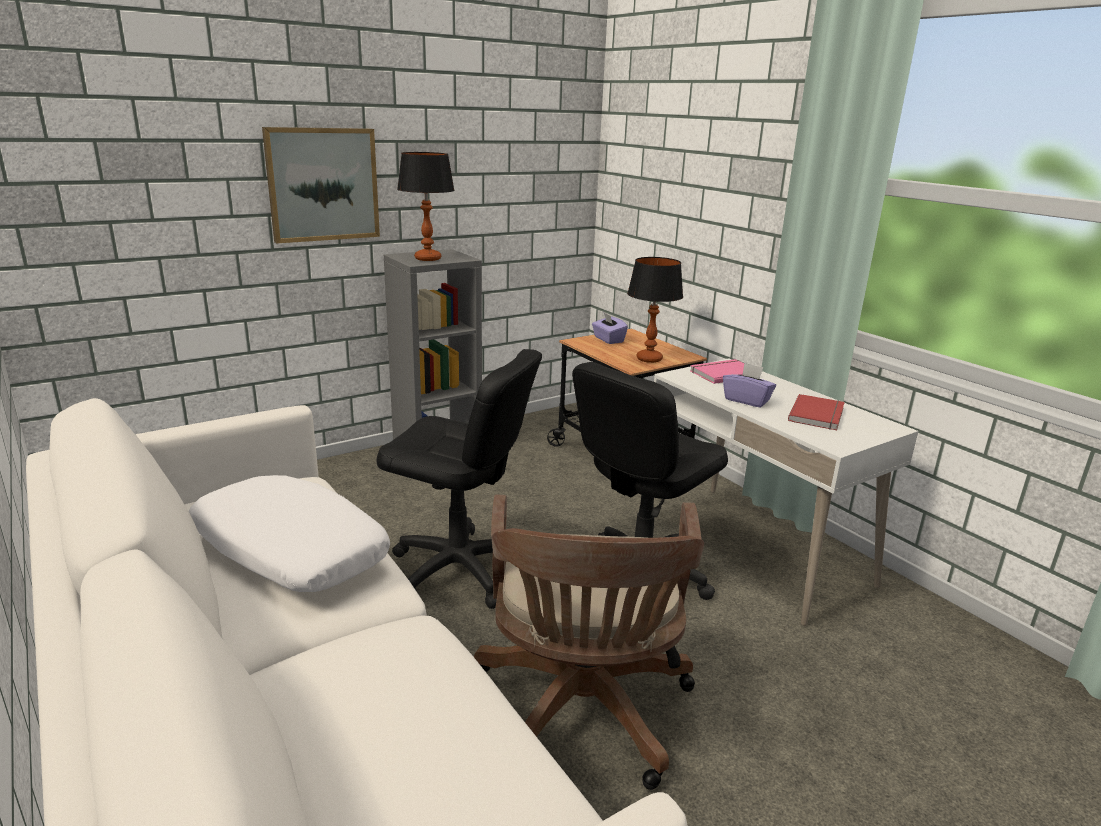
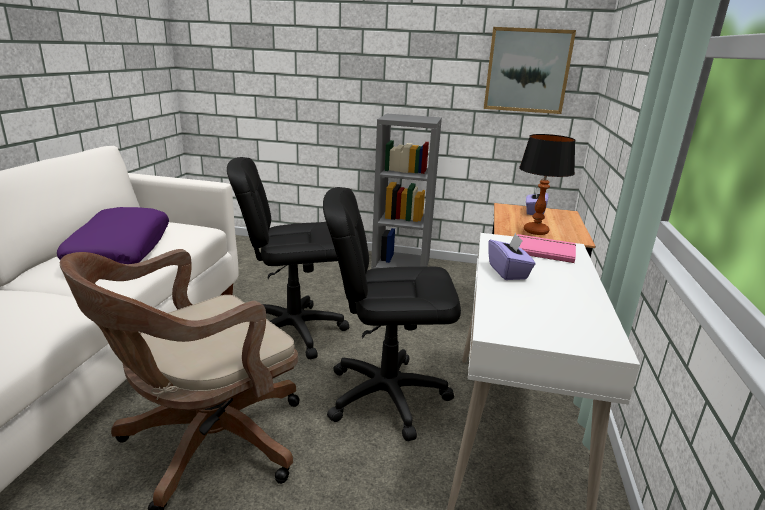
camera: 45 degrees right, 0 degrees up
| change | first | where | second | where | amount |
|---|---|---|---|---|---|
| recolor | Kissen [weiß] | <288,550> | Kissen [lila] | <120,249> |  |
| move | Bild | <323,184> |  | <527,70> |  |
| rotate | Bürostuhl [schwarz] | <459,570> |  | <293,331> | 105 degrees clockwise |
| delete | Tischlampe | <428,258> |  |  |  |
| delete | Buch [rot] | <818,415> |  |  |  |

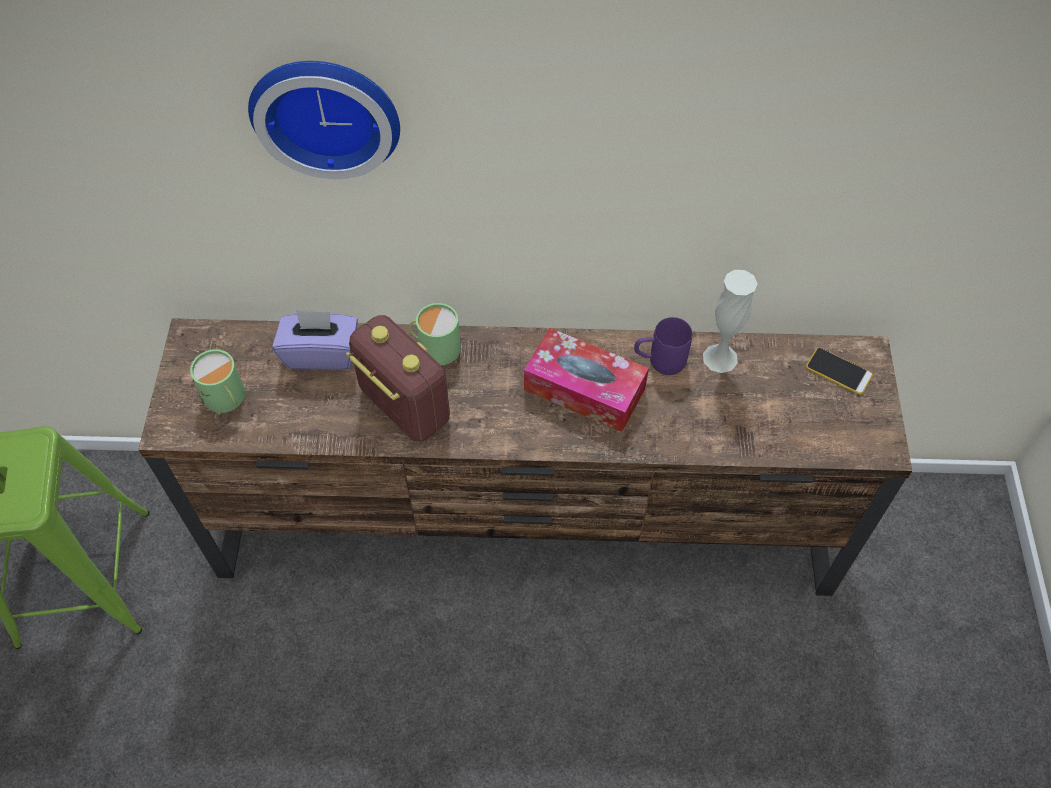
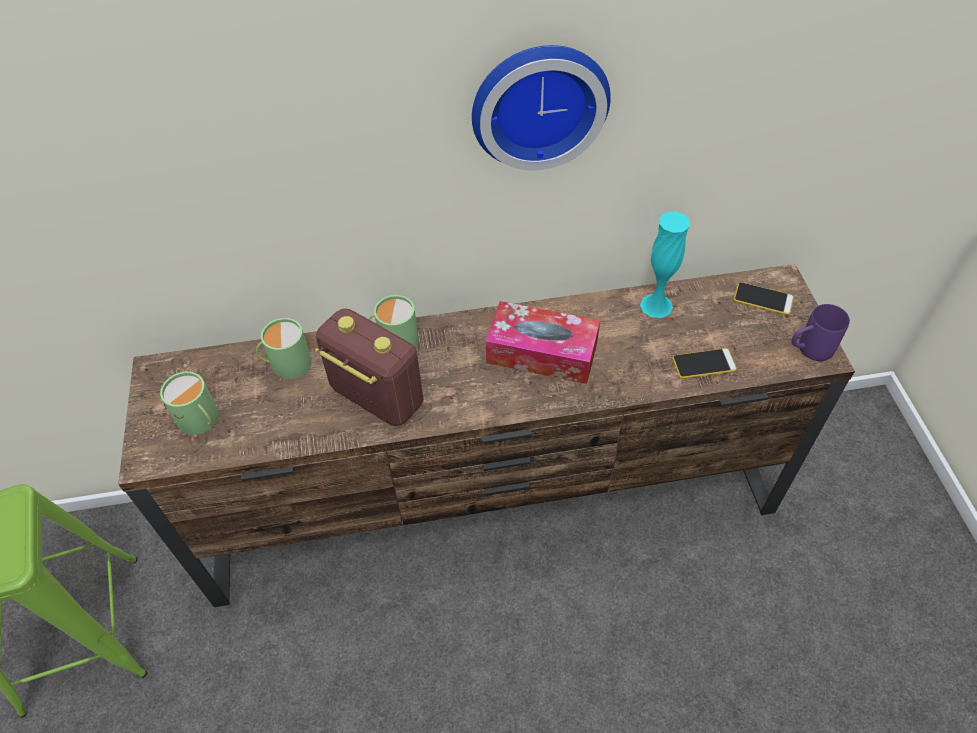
camera: 10 degrees left, 5 degrees down
| change | first | where | second | where | amount |
|---|---|---|---|---|---|
| move | Wanduhr | <326,111> |  | <538,102> |  |
| replace | Taschentuchbox [lila] | <321,353> | Henkelbecher [grün] | <286,363> |  |
| move | Henkelbecher [lila] | <659,361> |  | <808,350> |  |
| recolor | Vase [weiß] | <720,358> | Vase [türkis] | <656,305> |  |
| insert |  |  | Handy | <703,364> |  |

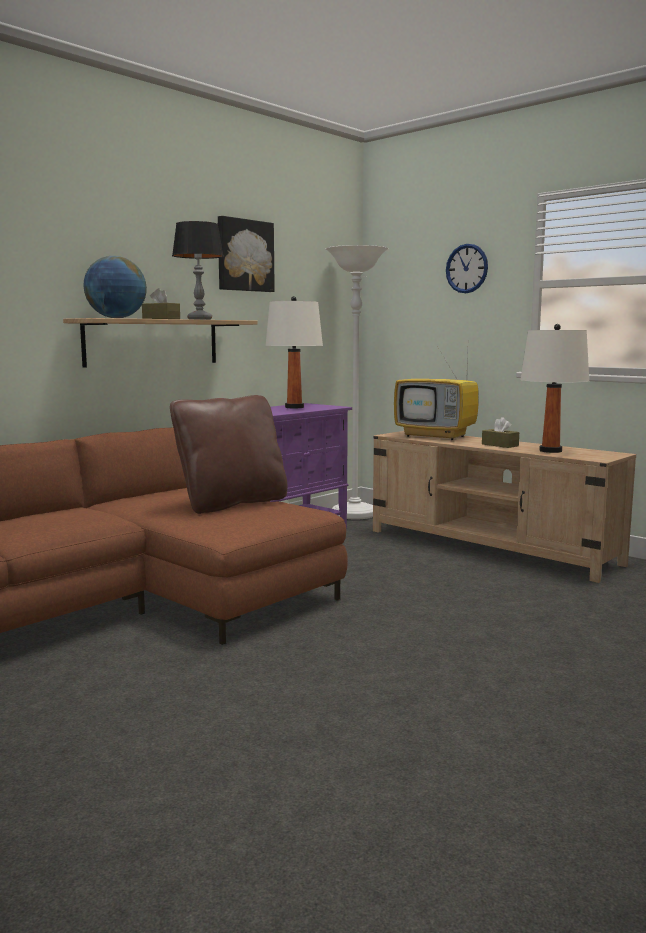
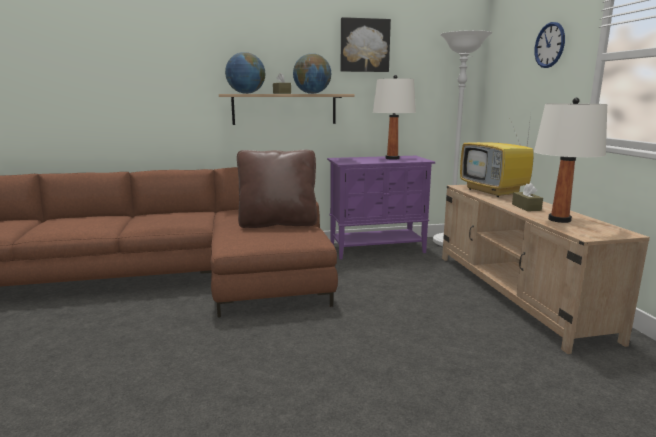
camera: 35 degrees right, 5 degrees up
| change | first | where | second | where | amount |
|---|---|---|---|---|---|
| replace | Tischlampe | <199,319> | Globus | <312,93> |  |

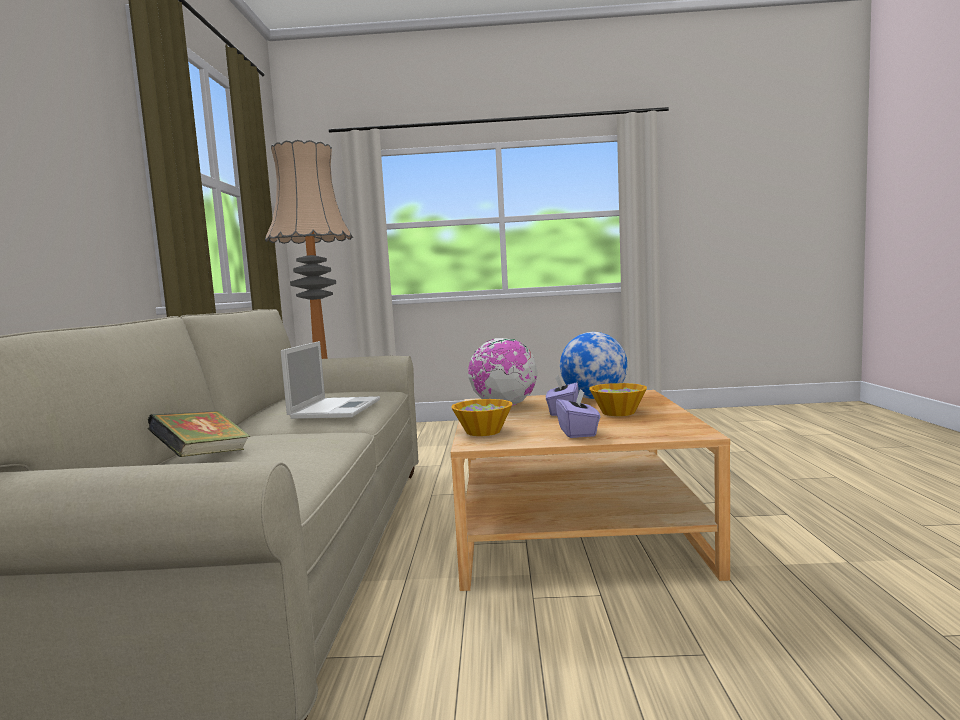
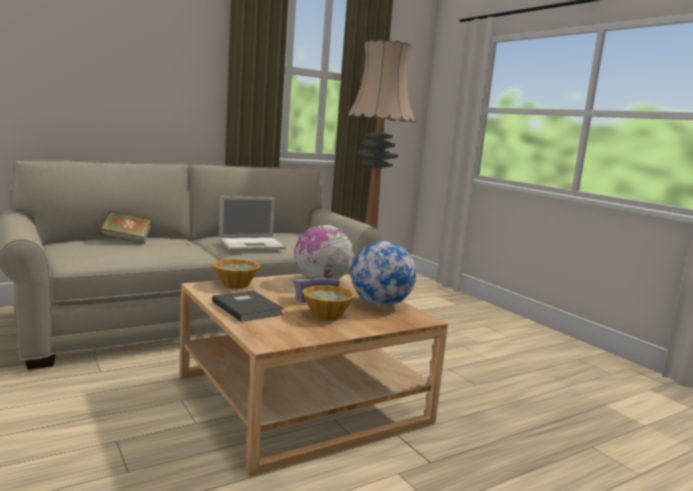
camera: 55 degrees right, 5 degrees up
| change | first | where | second | where | amount |
|---|---|---|---|---|---|
| replace | Taschentuchbox [lila] | <578,432> | Buch [grau] | <248,307> |  |

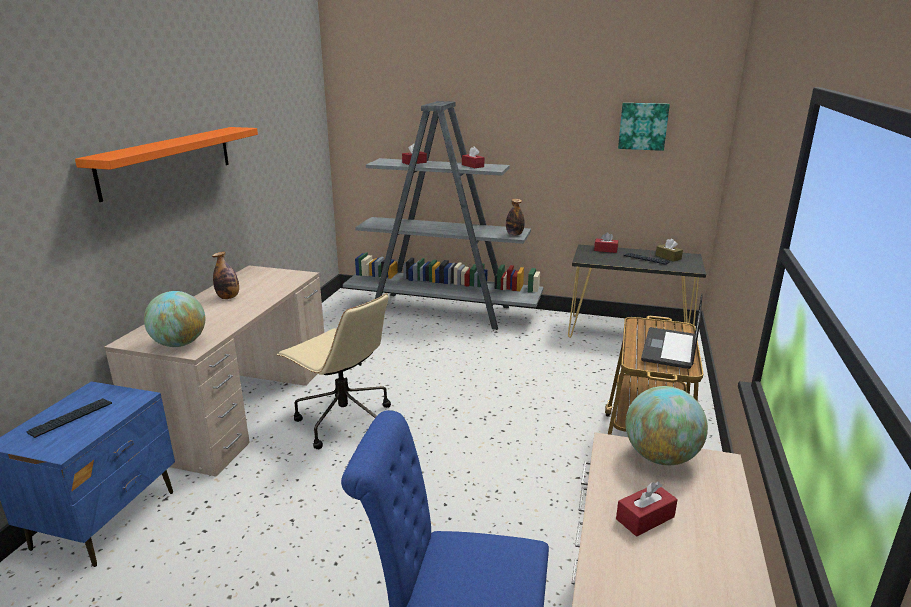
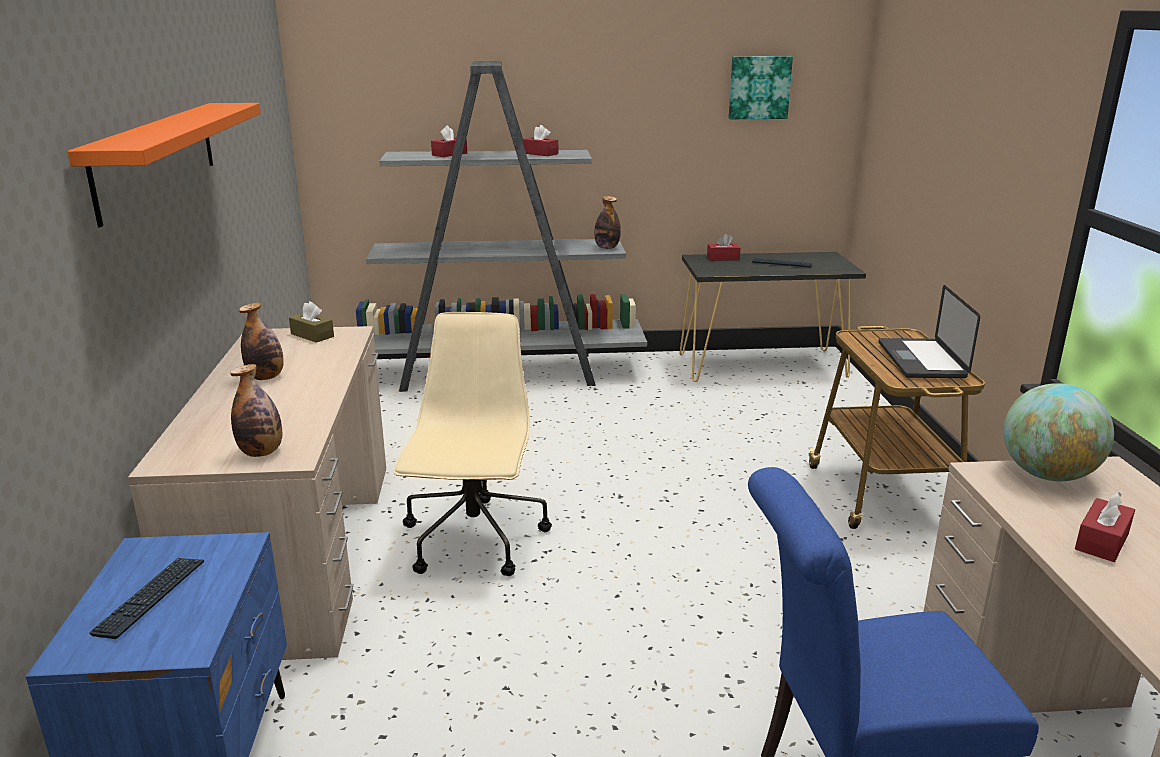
camera: 20 degrees left, 0 degrees up
| change | first | where | second | where | amount |
|---|---|---|---|---|---|
| replace | Globus | <179,344> | Flasche | <261,452> |  |
| rotate | Bürostuhl [beige] | <343,421> |  | <474,541> | 105 degrees counterclockwise |
| move | Taschentuchbox [braun] | <668,257> |  | <312,335> |  |

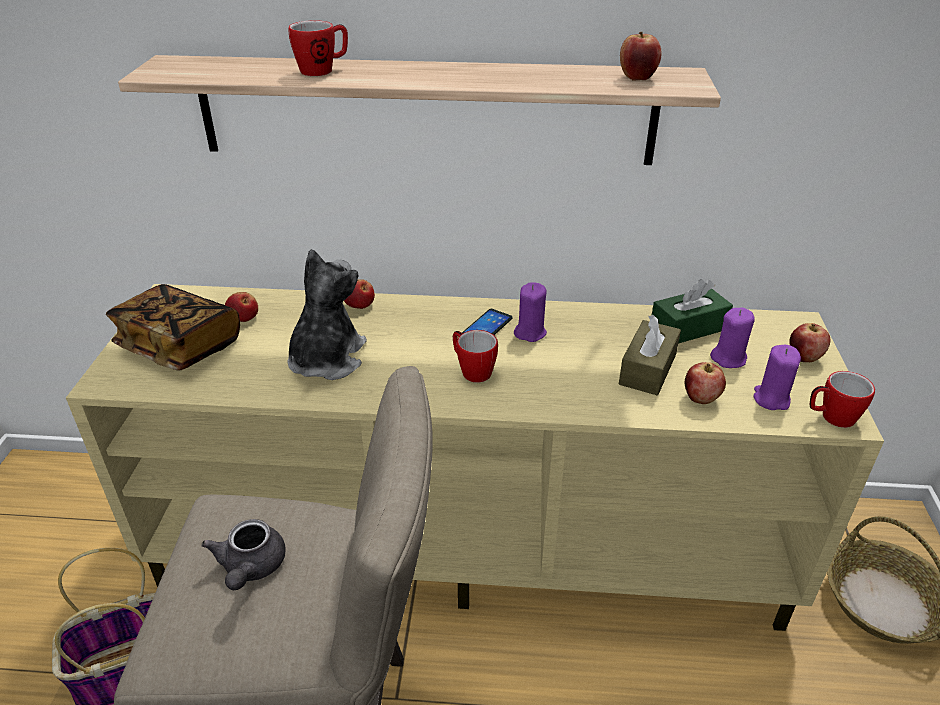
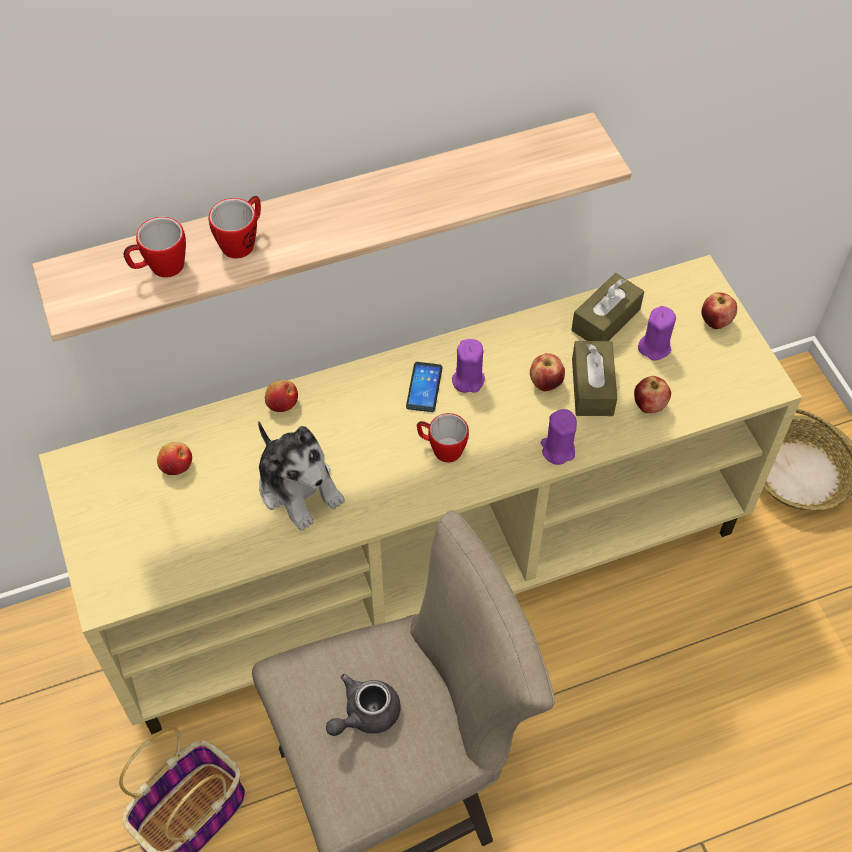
camera: 25 degrees left, 20 degrees up
| change | first | where | second | where | amount |
|---|---|---|---|---|---|
| delete | Buch | <180,346> |  |  |  |
| rotate | Teekanne [grau] | <250,568> |  | <365,714> | 75 degrees clockwise |
| rotate | Plüschtier | <326,359> |  | <299,488> | 150 degrees clockwise |
| move | Apfel | <638,78> |  | <546,383> |  |
| recolor | Taschentuchbox [grün] | <688,328> | Taschentuchbox [braun] | <605,320> |  |
| move | Kerze [lila] | <771,399> |  | <557,449> |  |
| move | Henkelbecher | <831,418> |  | <160,268> |  |

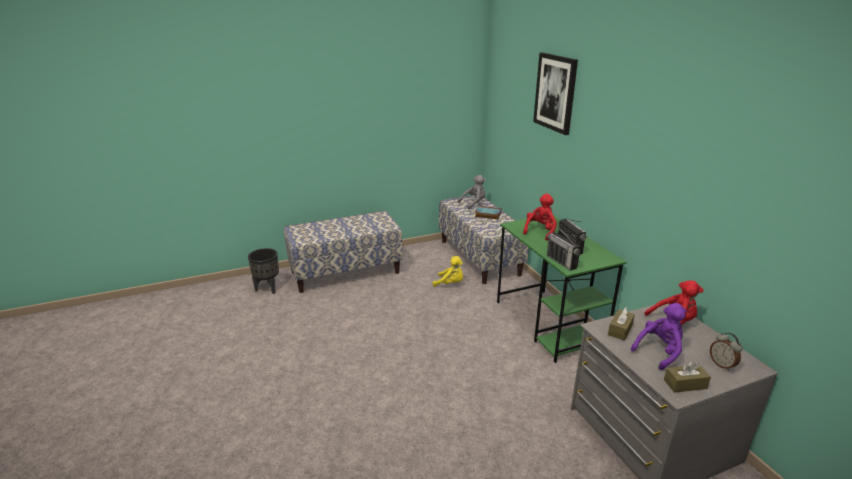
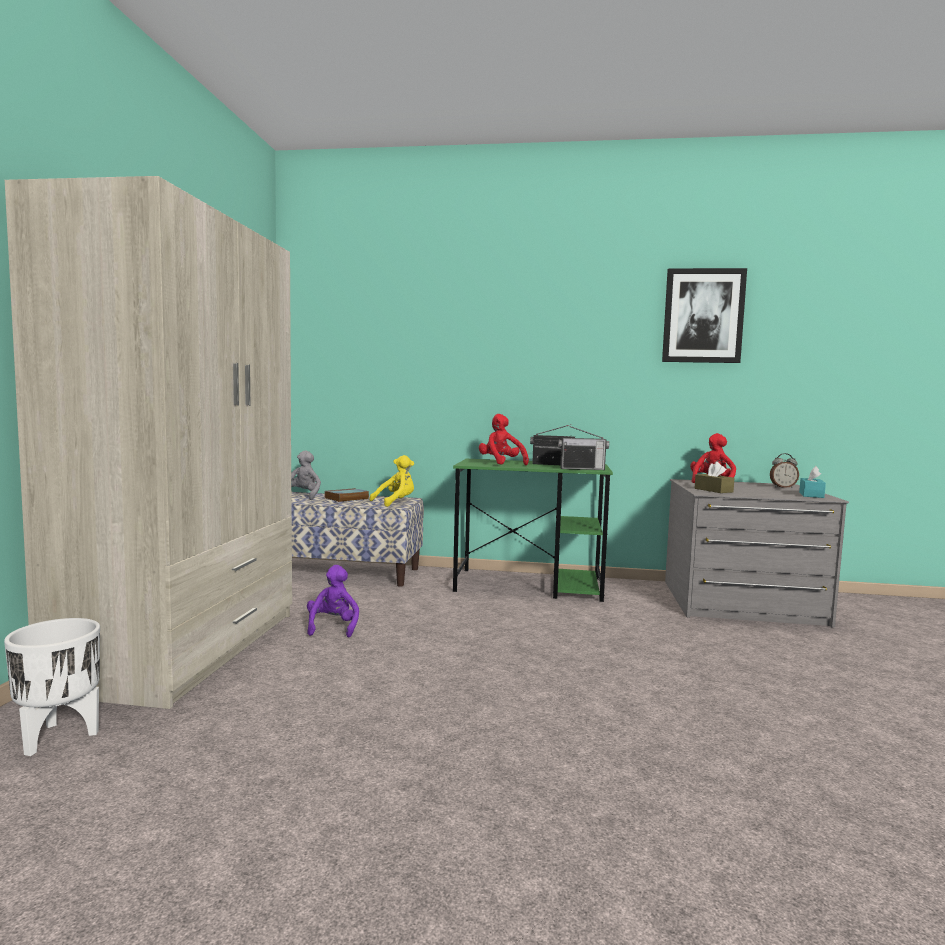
camera: 60 degrees left, 20 degrees down
| change | first | where | second | where | amount |
|---|---|---|---|---|---|
| recolor | Pflanzkübel [schwarz] | <268,289> | Pflanzkübel [weiß] | <59,736> |  |
| replace | Bank | <345,272> | Kleiderschrank [beige] | <185,649> |  |
| move | Plüschtier [gelb] | <450,283> |  | <396,502> |  |
| move | Bild | <555,93> |  | <703,316> |  |
| move | Plüschtier [lila] | <659,352> |  | <333,627> |  |
| recolor | Taschentuchbox [braun] | <685,384> | Taschentuchbox [türkis] | <811,495> |  |

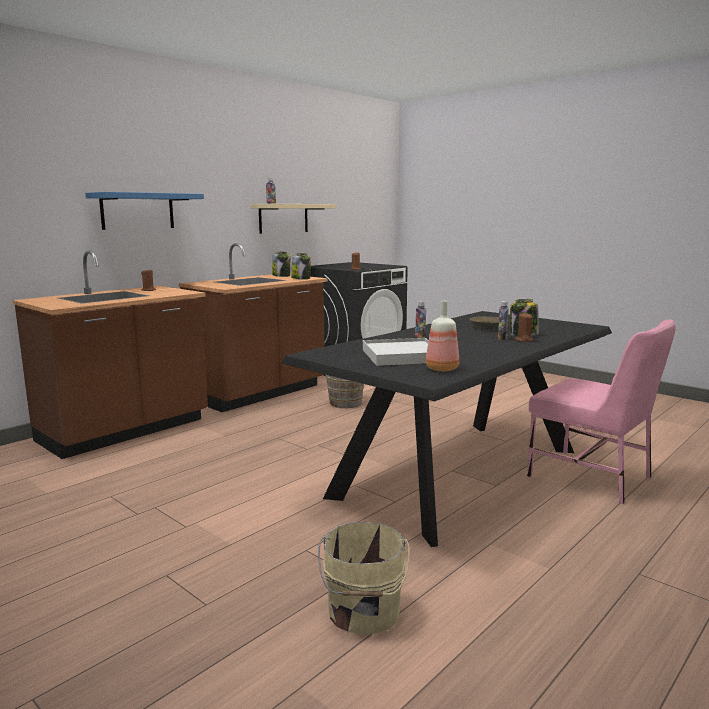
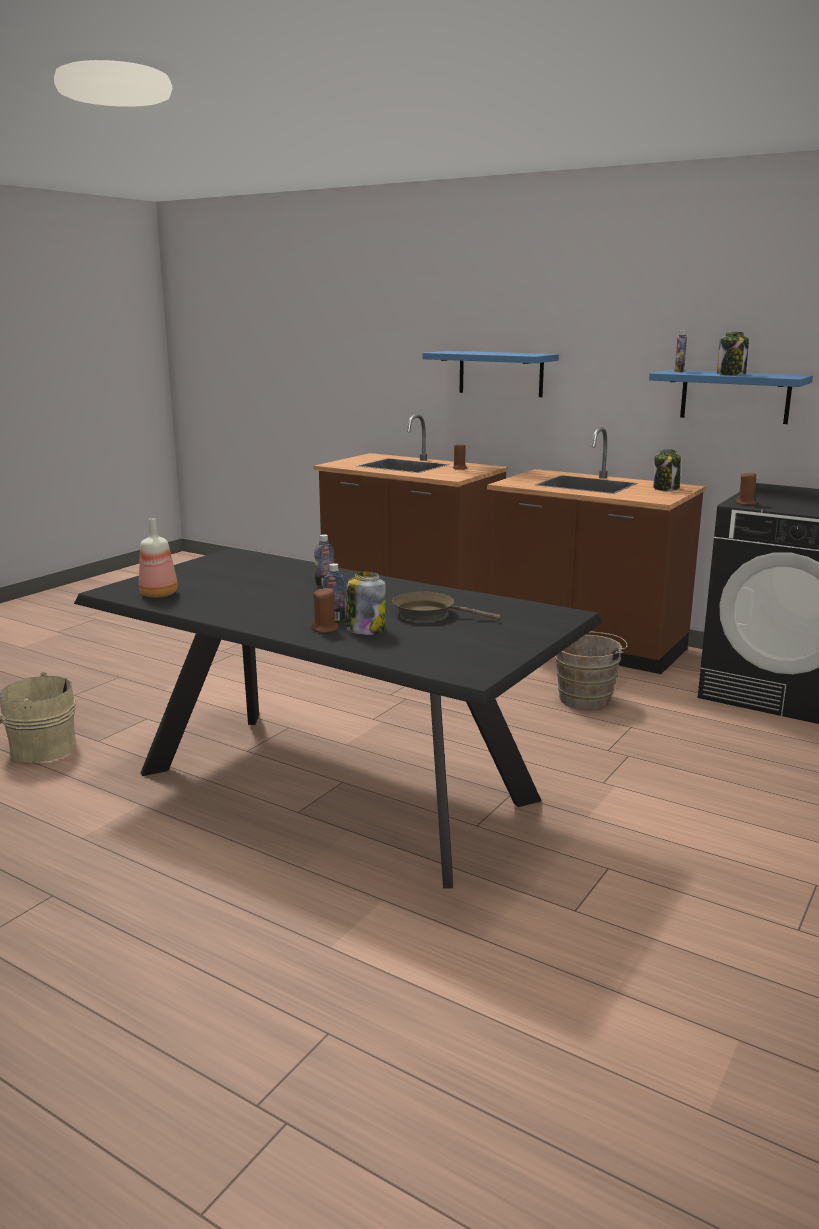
camera: 80 degrees right, 5 degrees up
| change | first | where | second | where | amount |
|---|---|---|---|---|---|
| recolor | Wandregal [beige] | <283,218> | Wandregal [blau] | <735,396> |  |
| move | Vorratsglas | <301,278> |  | <731,374> |  |
| delete | Tablett [weiß] | <402,356> |  |  |  |
| delete | Stuhl [rosa] | <592,477> |  |  |  |

